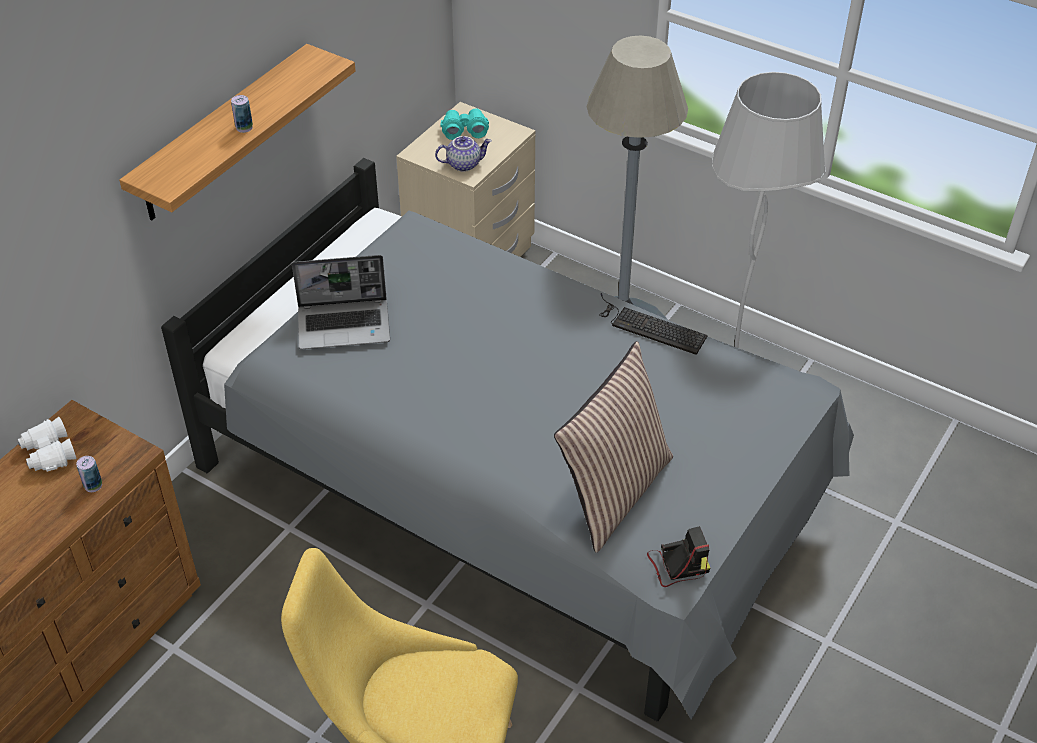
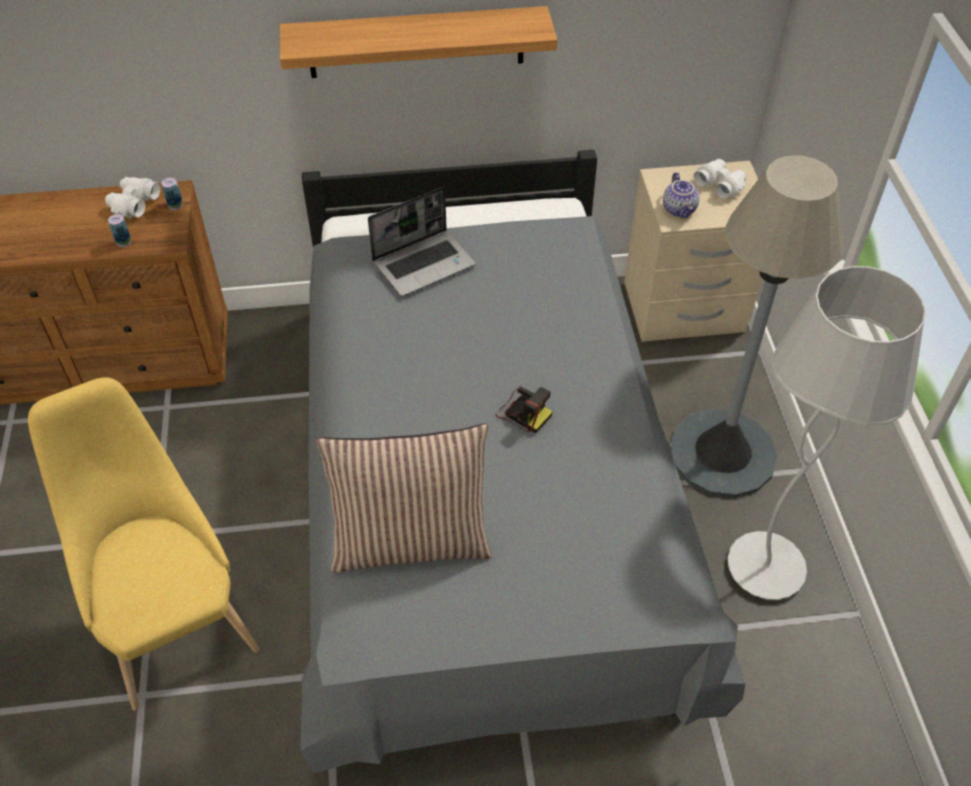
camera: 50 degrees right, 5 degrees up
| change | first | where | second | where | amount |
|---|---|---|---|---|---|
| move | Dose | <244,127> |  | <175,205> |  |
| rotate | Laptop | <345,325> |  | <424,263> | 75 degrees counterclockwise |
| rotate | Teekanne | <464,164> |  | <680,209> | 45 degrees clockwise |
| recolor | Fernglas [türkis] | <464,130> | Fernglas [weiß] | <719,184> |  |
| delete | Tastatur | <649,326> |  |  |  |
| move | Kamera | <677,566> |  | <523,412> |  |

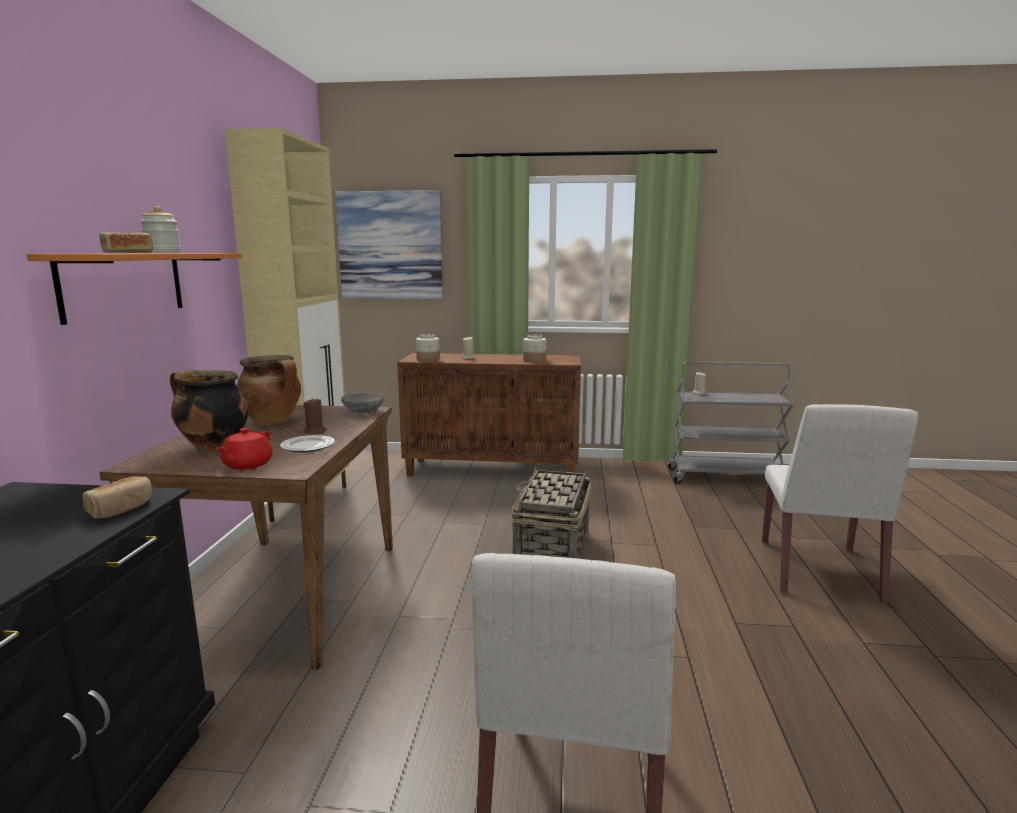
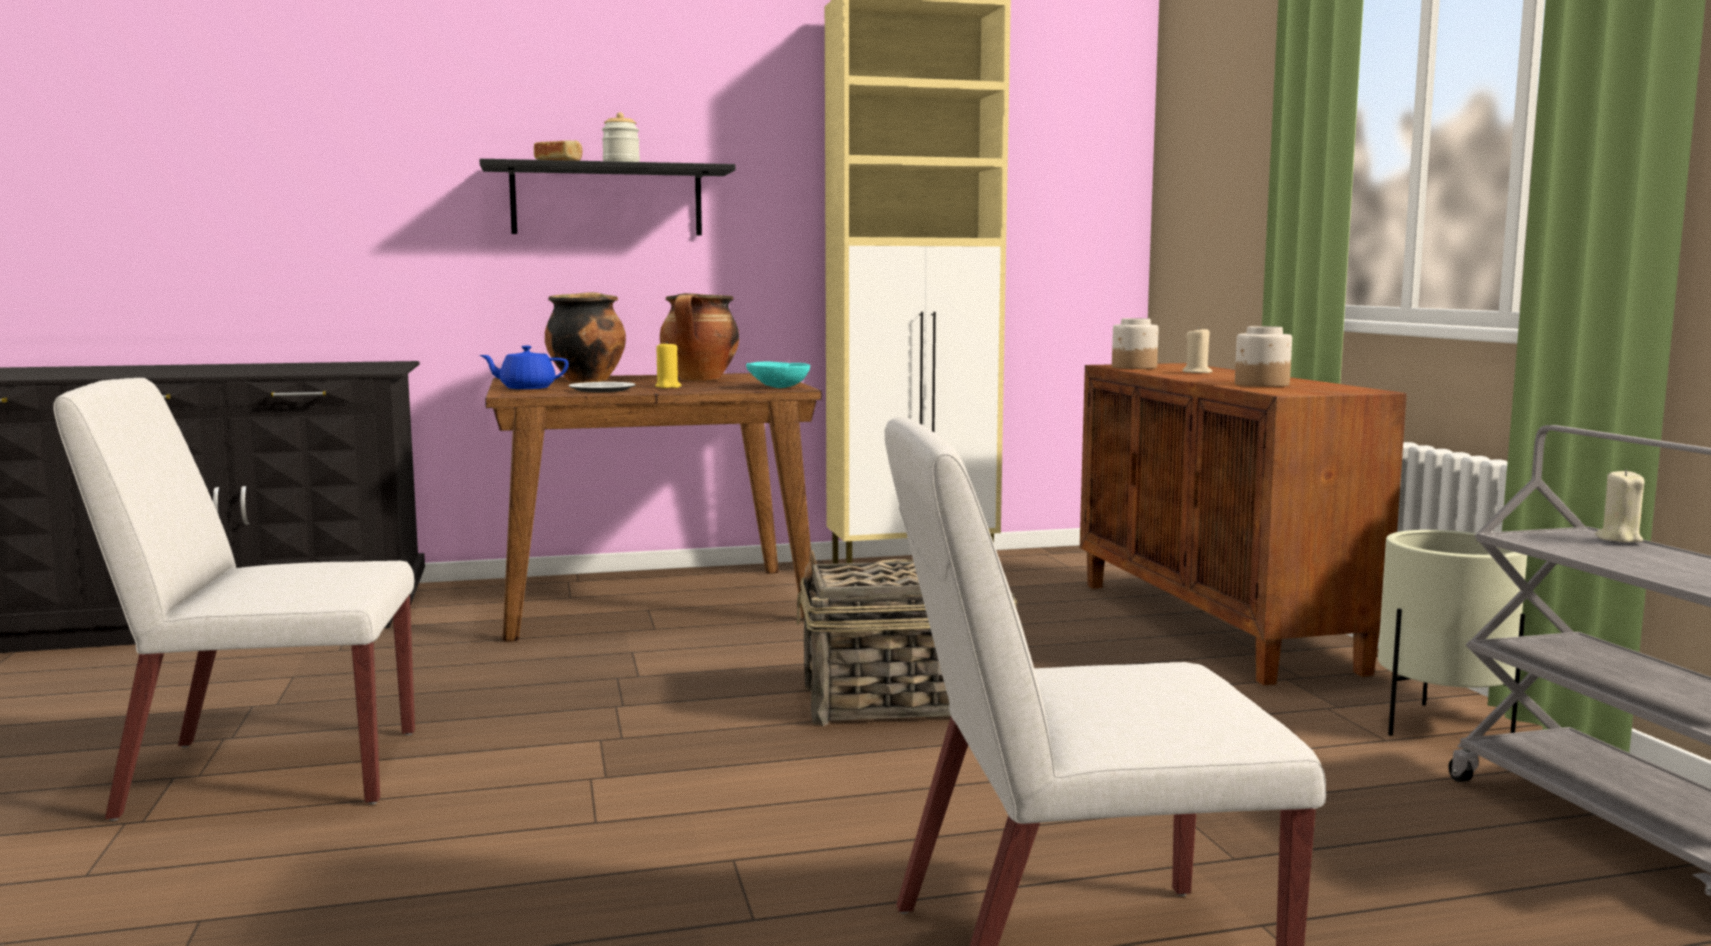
camera: 70 degrees right, 5 degrees down
| change | first | where | second | where | amount |
|---|---|---|---|---|---|
| recolor | Wandregal [orange] | <124,284> | Wandregal [schwarz] | <607,201> |  |
| delete | Brot | <121,508> |  |  |  |
| recolor | Teekanne [rot] | <246,465> | Teekanne [blau] | <526,388> |  |
| recolor | Kerze [braun] | <315,431> | Kerze [gelb] | <668,387> |  |
| delete | Bild | <390,246> |  |  |  |
| recolor | Schüssel [grau] | <364,412> | Schüssel [türkis] | <777,387> |  |
| insert |  |  | Pflanzkübel [beige] | <1440,727> |  |

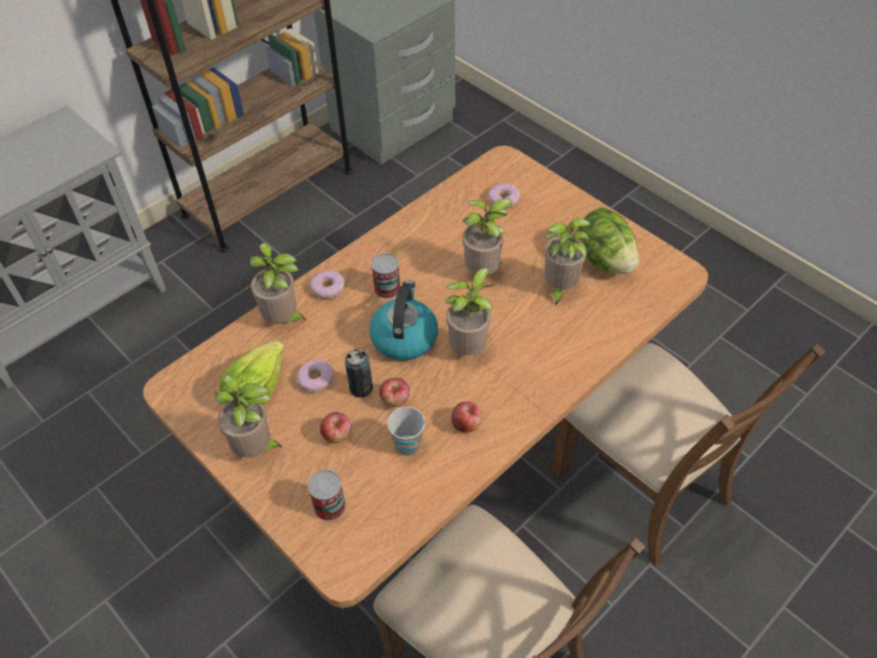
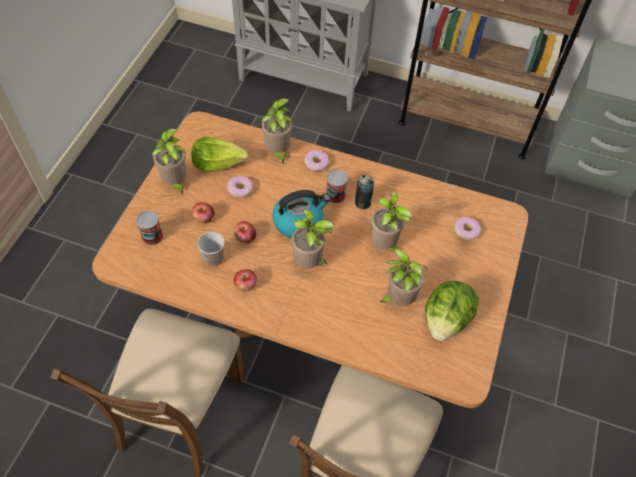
camera: 60 degrees right, 5 degrees up
| change | first | where | second | where | amount |
|---|---|---|---|---|---|
| move | Dose | <361,388> |  | <362,203> |  |

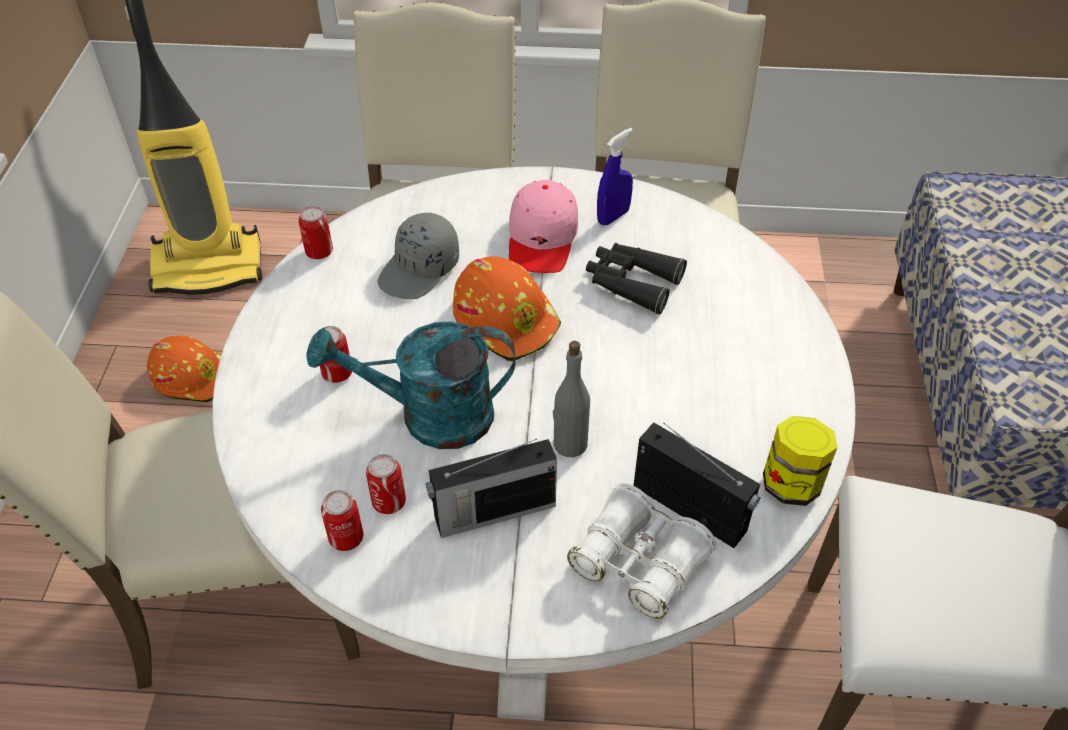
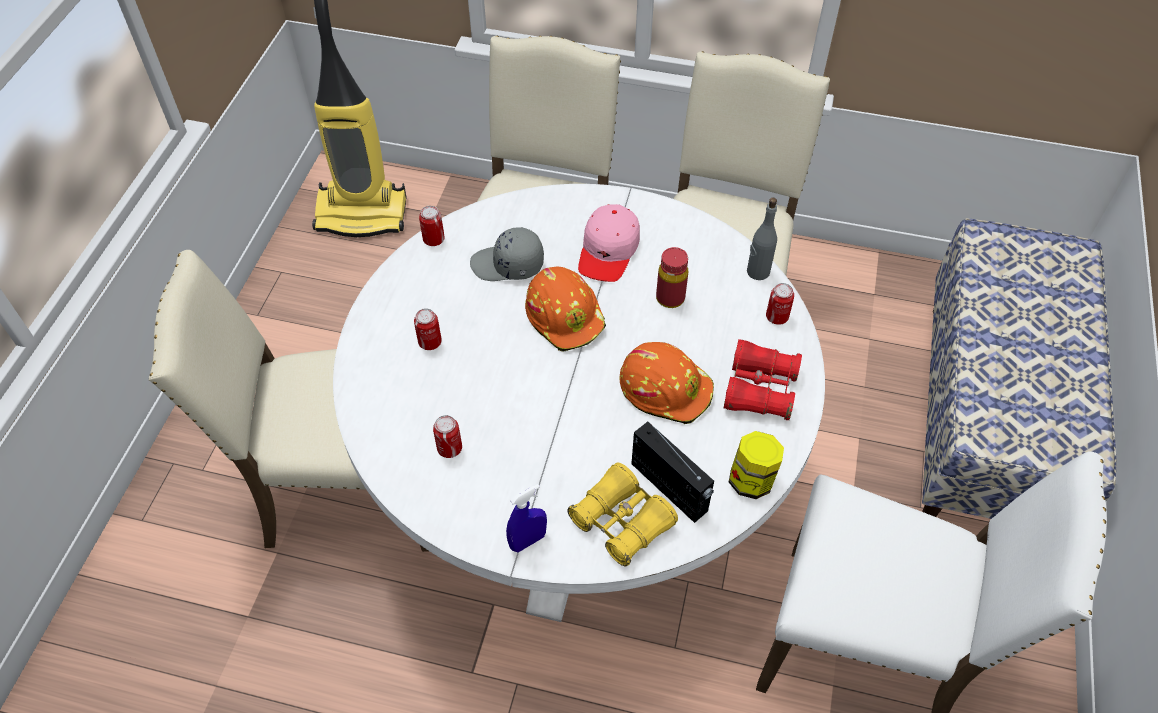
camera: 10 degrees right, 5 degrees up
| change | first | where | second | where | amount |
|---|---|---|---|---|---|
| move | Schutzhelm [orange] | <192,376> |  | <666,388> |  |
| delete | Gießkanne [türkis] | <429,416> |  |  |  |
| move | Dose | <346,538> |  | <777,317> |  |
| rotate | Kappe [grau] | <420,269> |  | <508,265> | 45 degrees clockwise |
| delete | Radio | <492,512> |  |  |  |
| move | Flasche [grau] | <569,444> |  | <757,272> |  |
| recolor | Fernglas [weiß] | <639,562> | Fernglas [gelb] | <621,522> |  |
| replace | Fernglas [schwarz] | <631,282> | Flasche [rot] | <670,298> |  |
| move | Sprühflasche [blau] | <613,217> |  | <528,541> |  |
| insert |  |  | Fernglas [rot] | <759,389> |  |

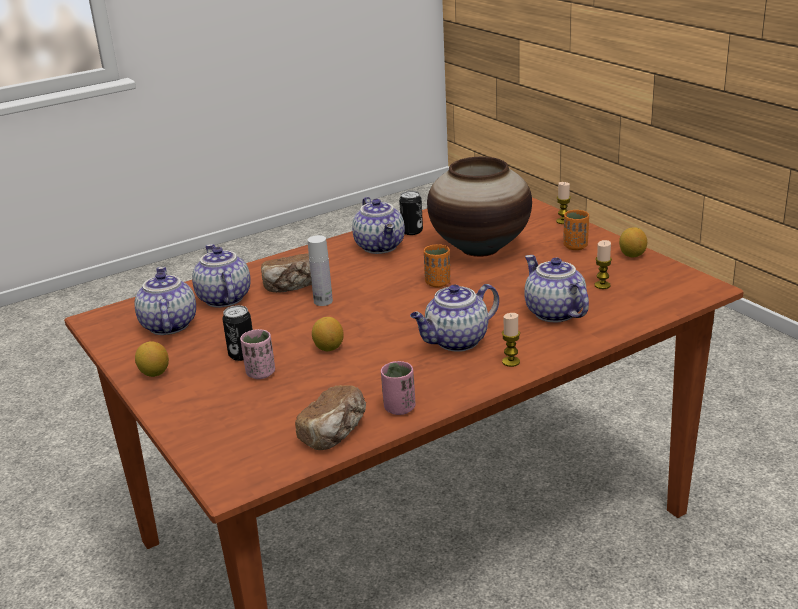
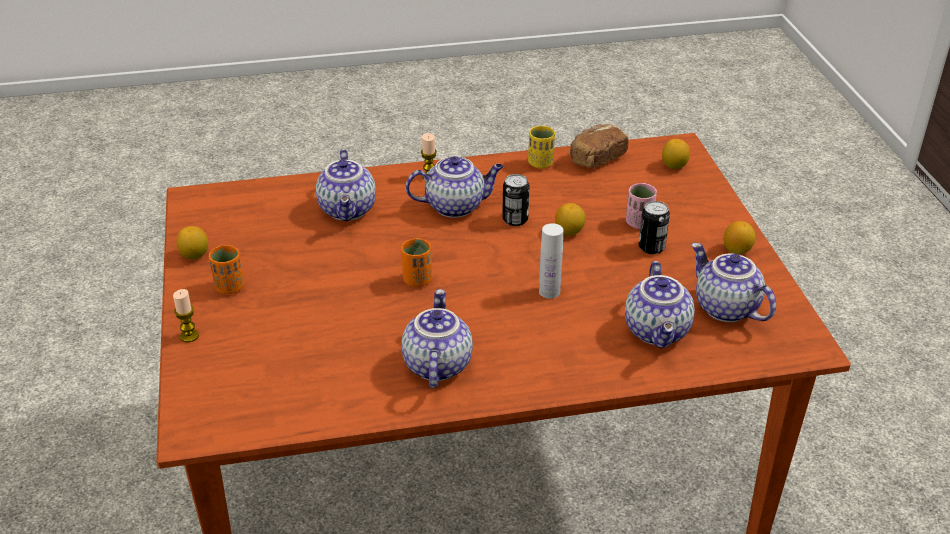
camera: 160 degrees left, 10 degrees up
| change | first | where | second | where | amount |
|---|---|---|---|---|---|
| rotate | Teekanne | <167,325> |  | <724,308> | 135 degrees clockwise |
| delete | Brot | <292,286> |  |  |  |
| recolor | Tasse [rosa] | <399,408> | Tasse [gelb] | <540,163> |  |
| move | Dose | <412,231> |  | <515,219> |  |
| delete | Vase | <479,249> |  |  |  |
| delete | Kerze | <602,285> |  |  |  |
| insert |  |  | Zitrone | <674,166> |  |

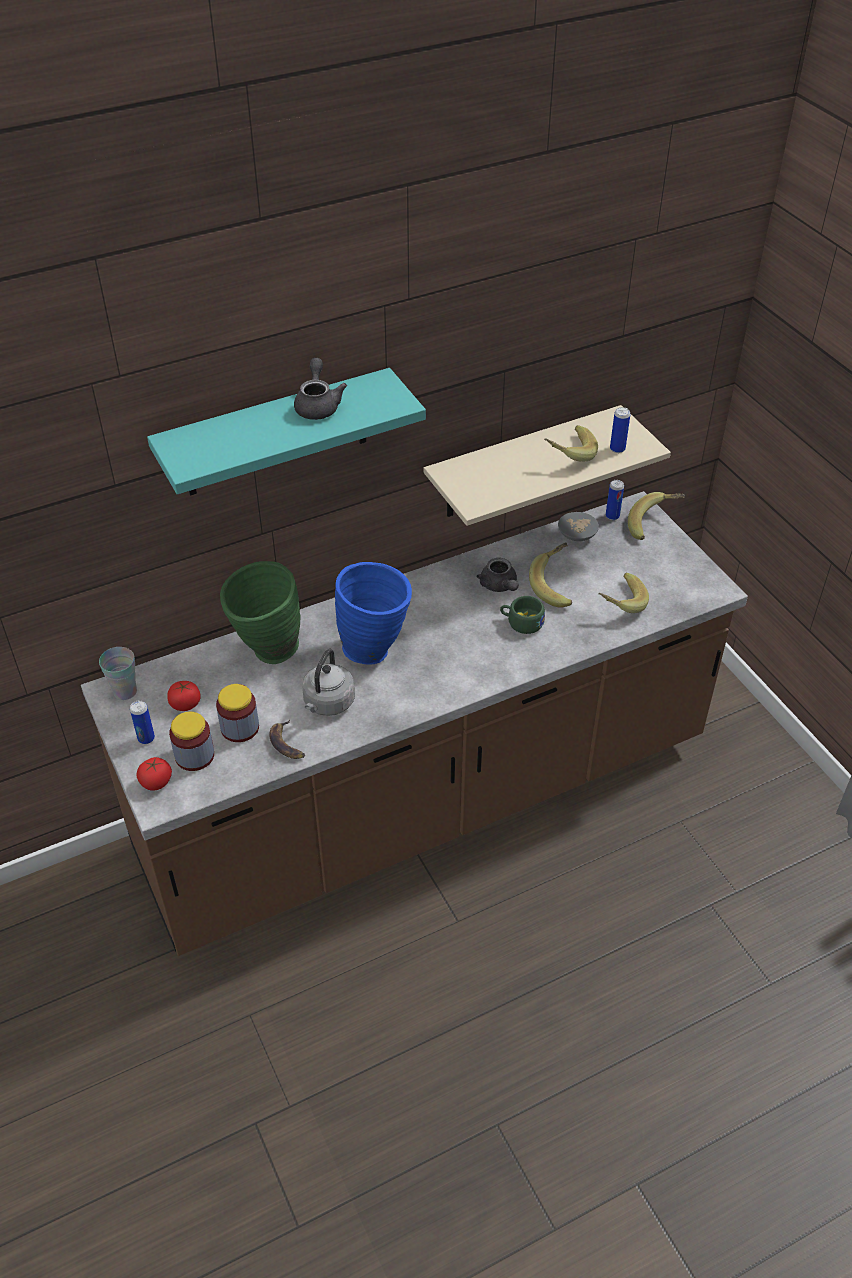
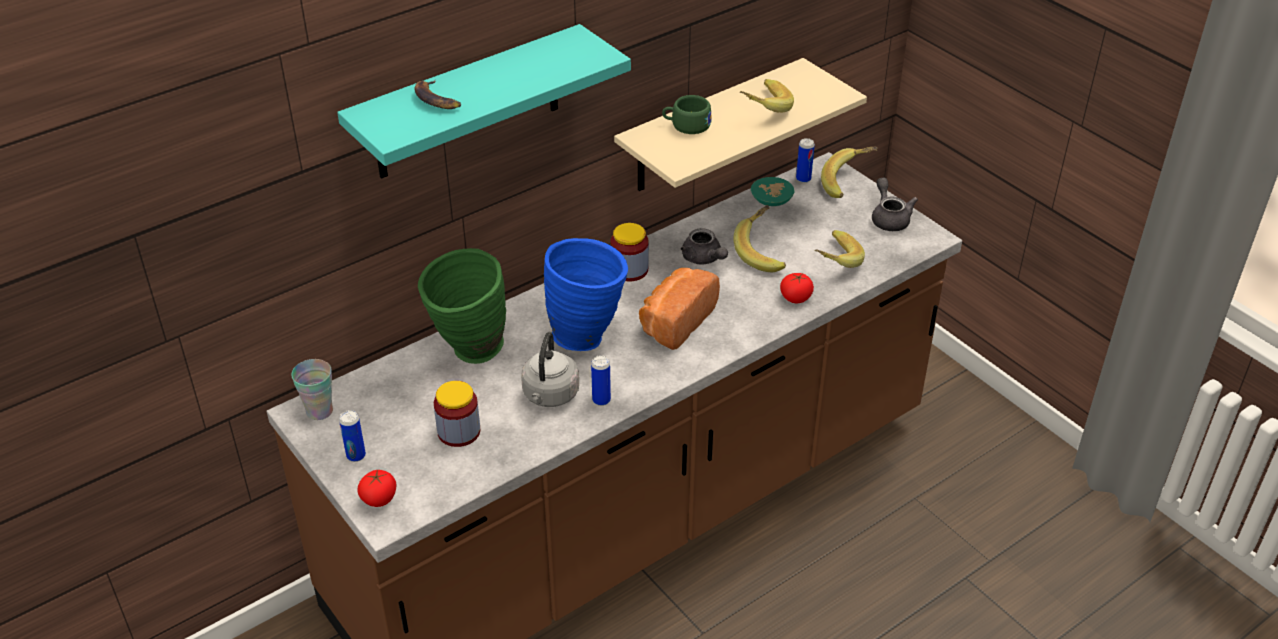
camera: 10 degrees left, 5 degrees down
| change | first | where | second | where | amount |
|---|---|---|---|---|---|
| move | Tomate | <185,704> |  | <795,298> |  |
| move | Vorratsglas | <194,756> |  | <629,270> |  |
| move | Banane | <287,743> |  | <437,99> |  |
| move | Teekanne [grau] | <318,405> |  | <889,218> |  |
| move | Tasse [grün] | <521,622> |  | <686,125> |  |
| recolor | Schüssel [grau] | <578,534> | Schüssel [türkis] | <772,199> |  |
| move | Dose | <617,449> |  | <601,400> |  |
| insert |  |  | Brot | <675,321> |  |

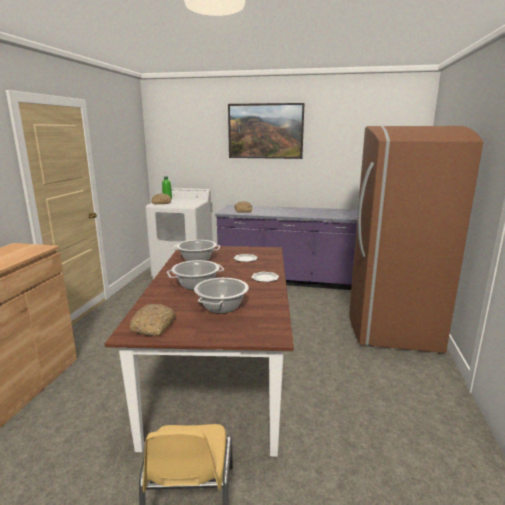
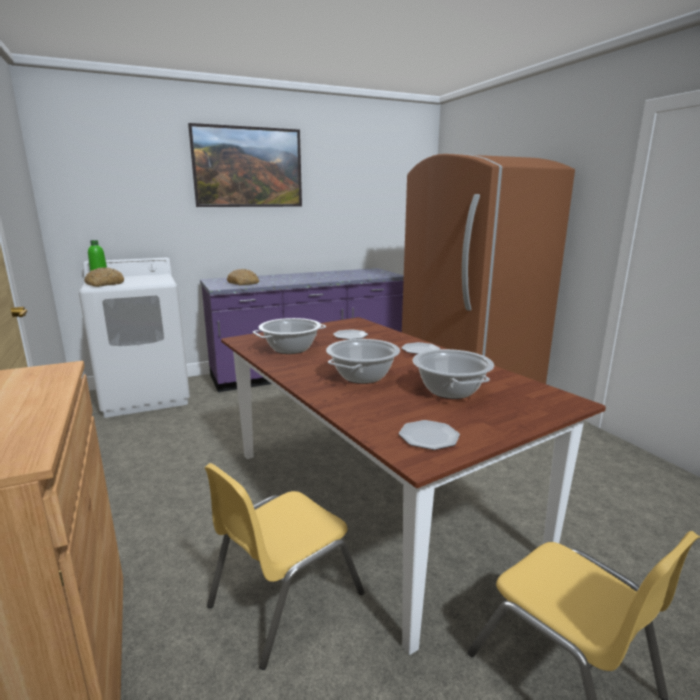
camera: 35 degrees left, 0 degrees up
| change | first | where | second | where | amount |
|---|---|---|---|---|---|
| replace | Brot | <153,326> | Teller | <429,437> |  |
| insert |  |  | Stuhl [gelb] | <284,599> |  |

